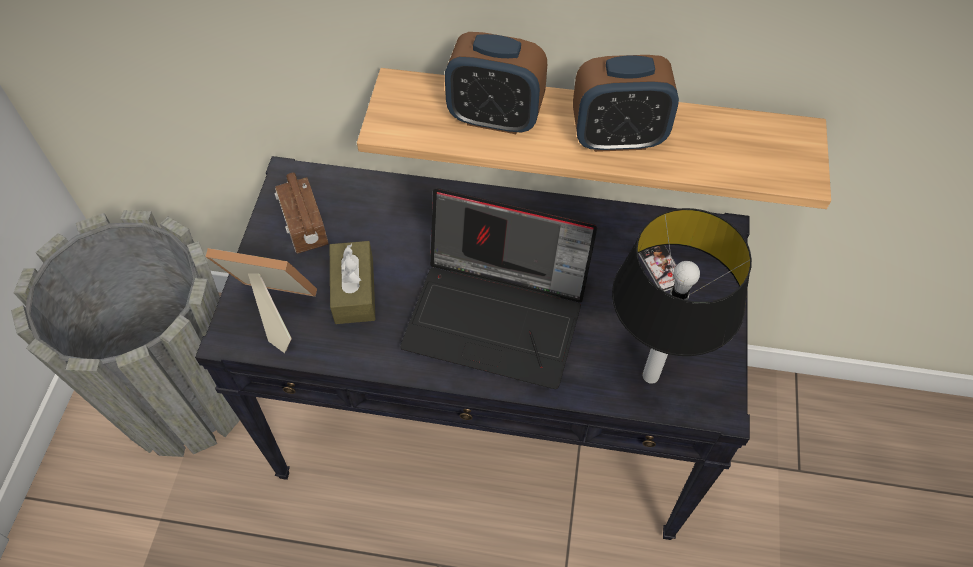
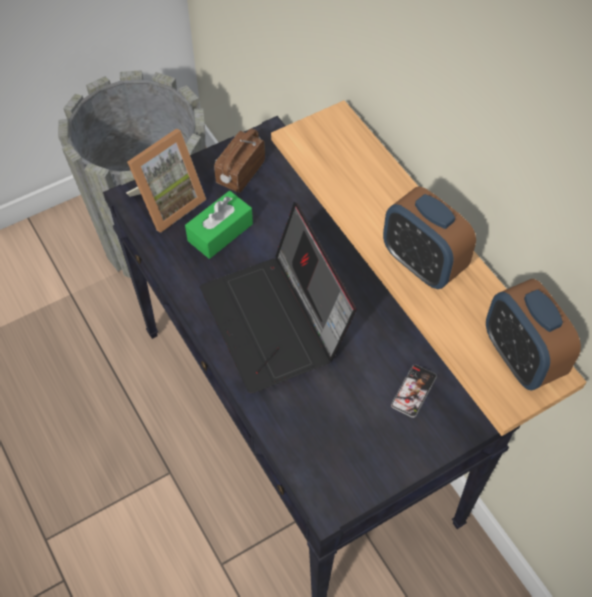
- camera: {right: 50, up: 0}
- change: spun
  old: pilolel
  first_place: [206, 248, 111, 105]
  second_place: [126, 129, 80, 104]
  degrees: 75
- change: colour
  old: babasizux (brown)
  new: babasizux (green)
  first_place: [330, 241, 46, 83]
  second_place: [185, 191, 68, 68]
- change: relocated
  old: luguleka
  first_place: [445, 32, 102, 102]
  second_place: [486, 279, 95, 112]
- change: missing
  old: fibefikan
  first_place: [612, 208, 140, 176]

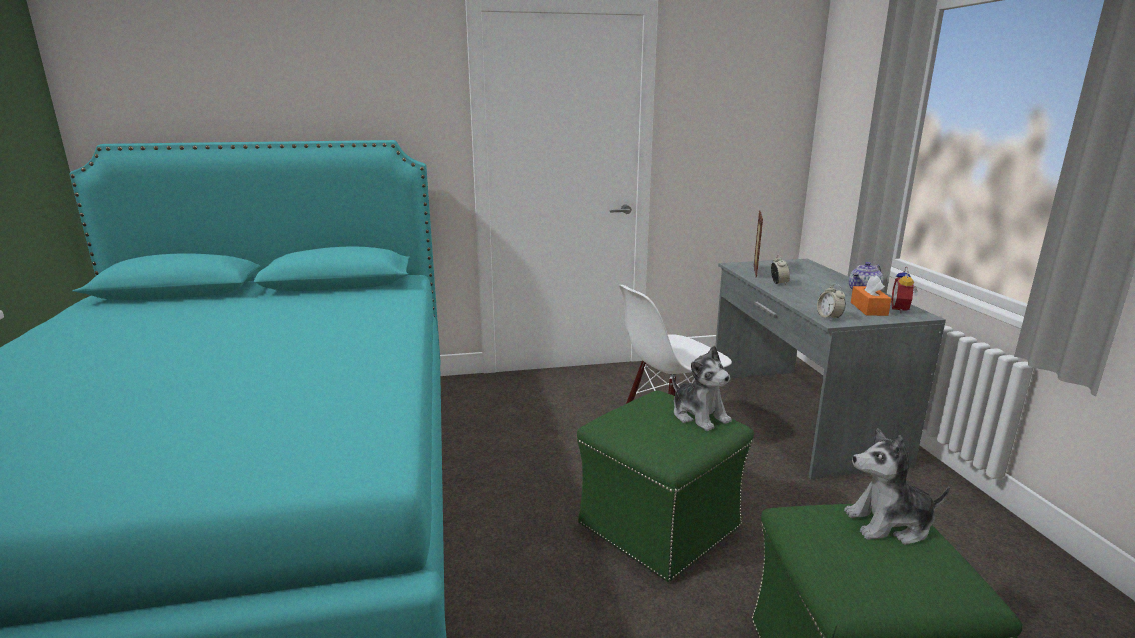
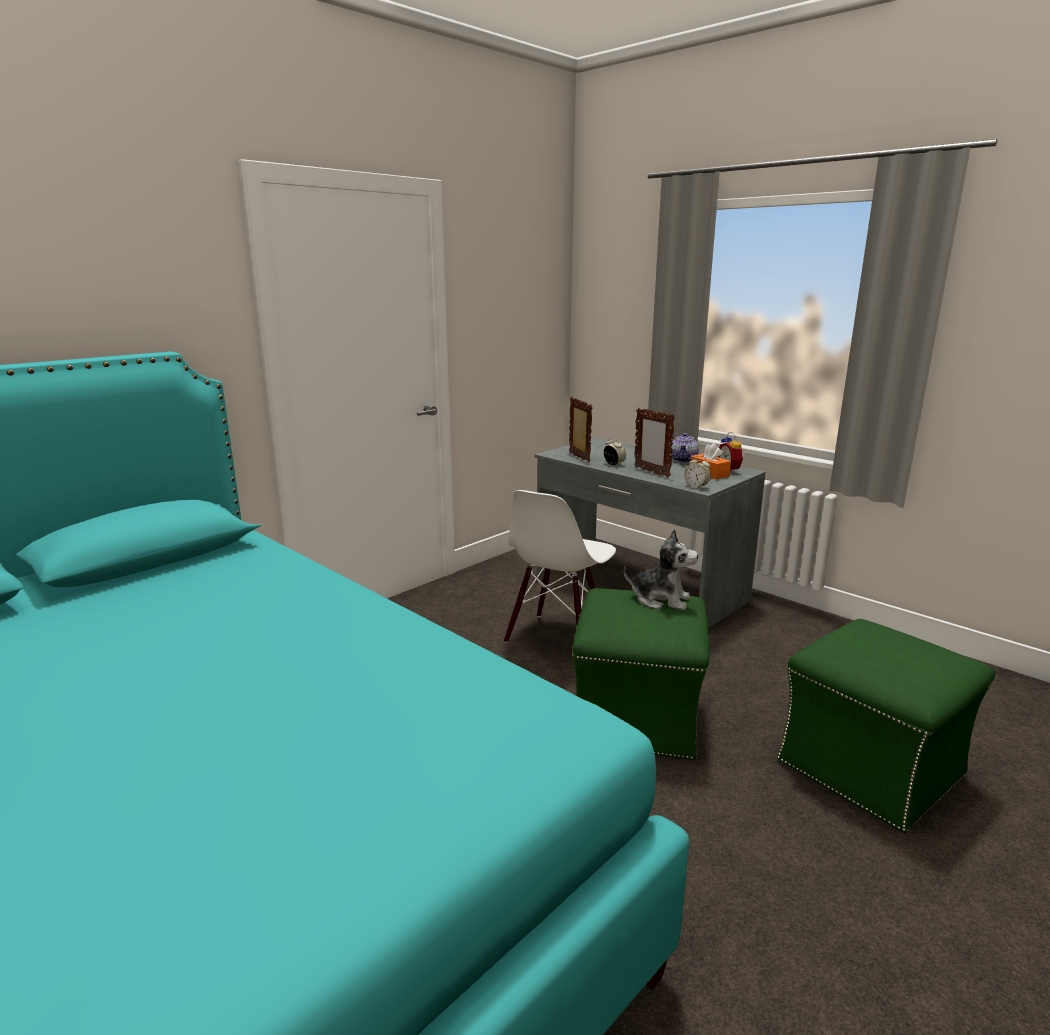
- camera: {right: -35, up: 0}
- change: missing
  old: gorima
  first_place: [844, 429, 106, 116]
- change: appeared
  new: pilolel
  second_place: [634, 408, 41, 69]

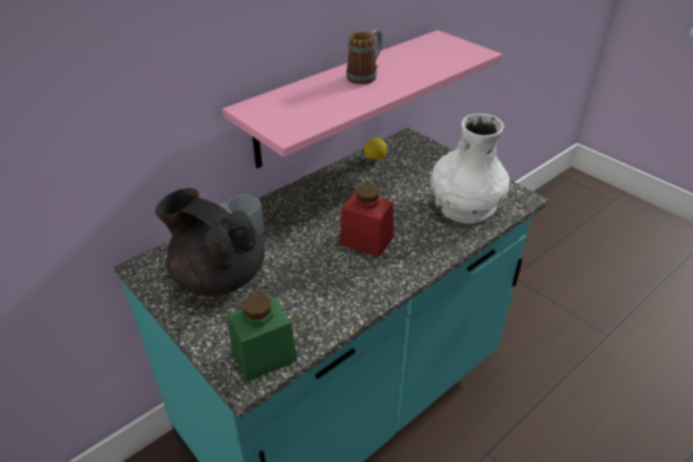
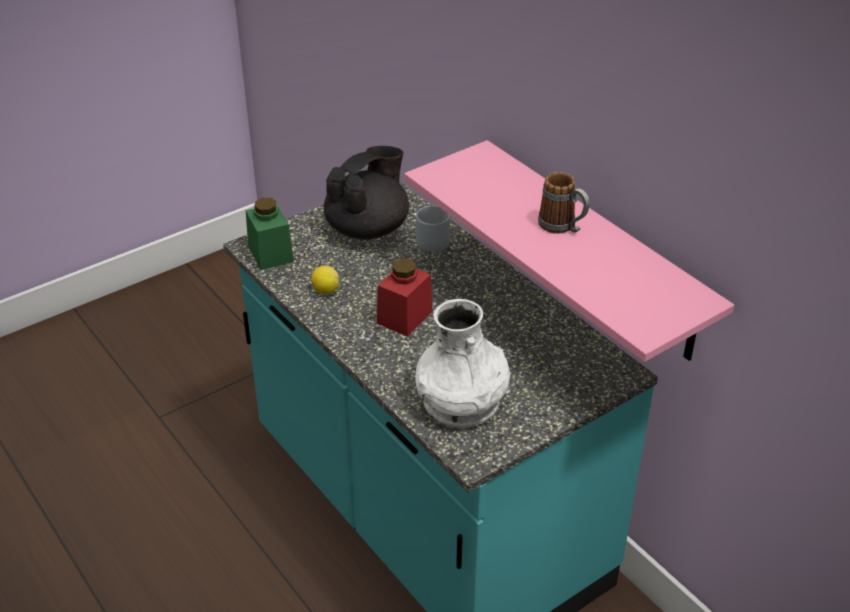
- camera: {right: 95, up: 0}
- change: relocated
  old: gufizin
  first_place: [364, 138, 23, 22]
  second_place: [311, 265, 28, 29]

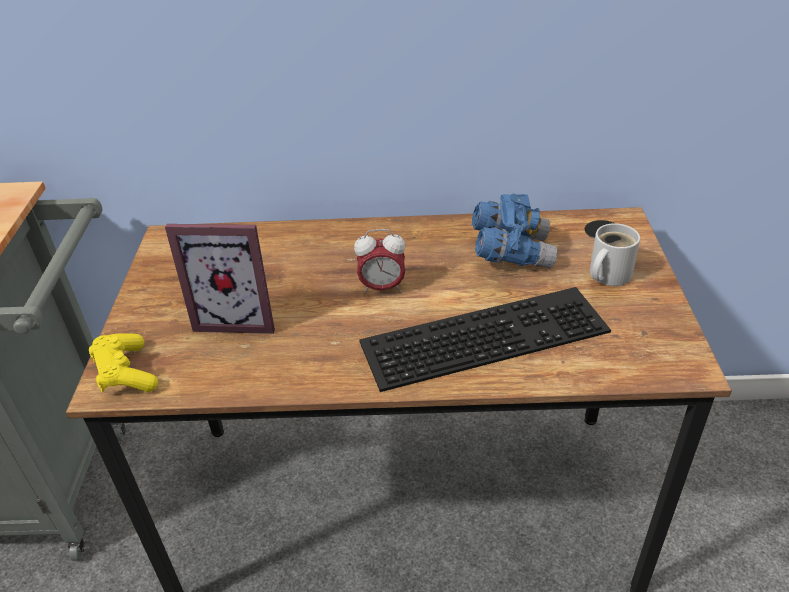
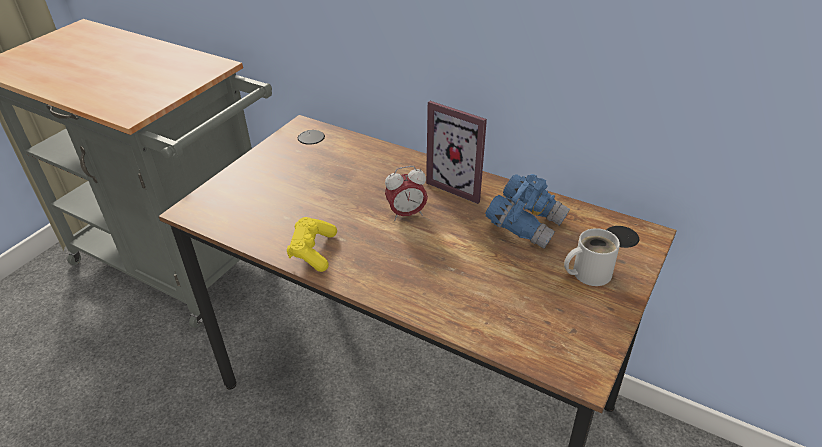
- camera: {right: 30, up: 0}
- change: relocated
  old: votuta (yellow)
  first_place: [89, 333, 69, 59]
  second_place: [287, 217, 50, 55]
- change: relocated
  old: pilolel
  first_place: [165, 224, 110, 110]
  second_place: [426, 101, 61, 103]
- change: spun
  old: luguleka
  first_place: [354, 229, 51, 65]
  second_place: [385, 166, 43, 55]
  degrees: -45
- change: missing
  old: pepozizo
  first_place: [359, 287, 252, 105]

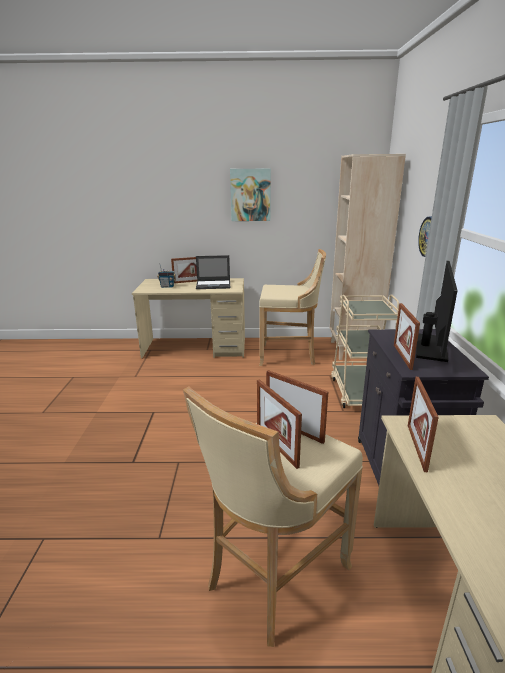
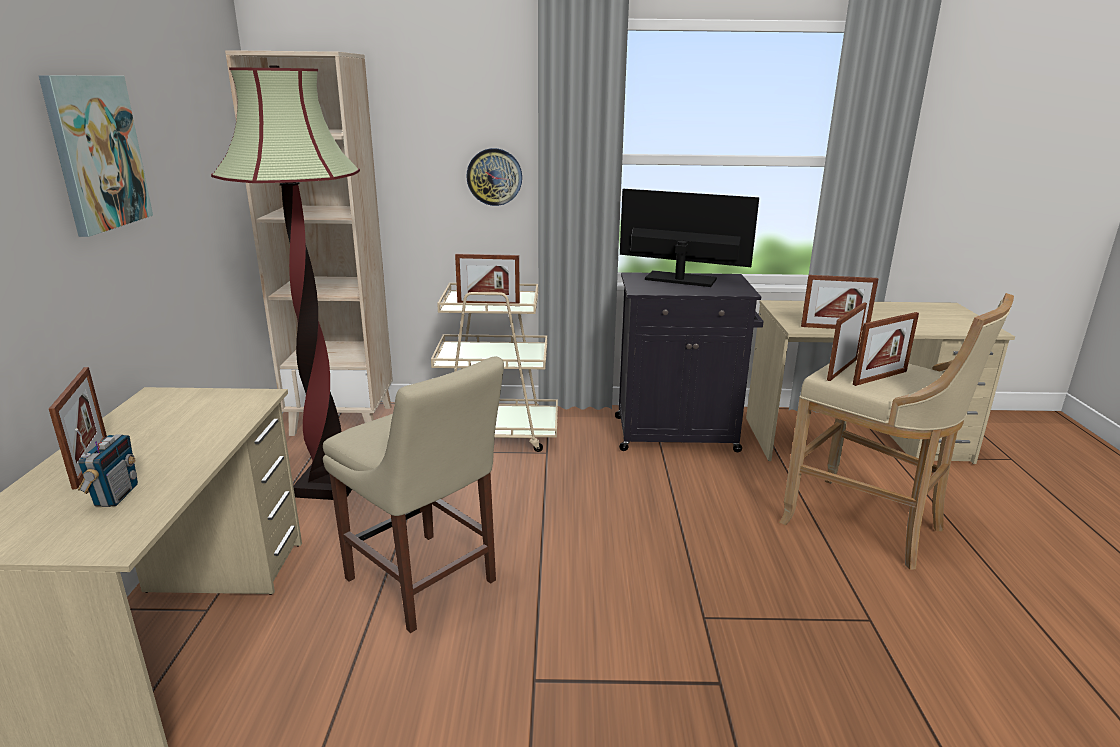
- camera: {right: -90, up: 0}
- change: missing
  old: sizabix
  first_place: [196, 255, 34, 34]
- change: exchanged
  old: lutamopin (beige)
  new: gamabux
  first_place: [259, 249, 67, 117]
  second_place: [211, 66, 149, 434]
- change: relocated
  old: pilolel
  first_place: [394, 303, 26, 67]
  second_place: [455, 254, 65, 50]
- change: appeared
  new: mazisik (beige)
  second_place: [323, 356, 181, 277]

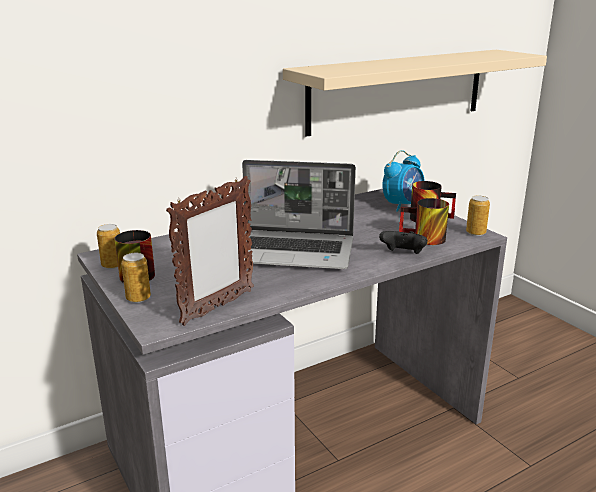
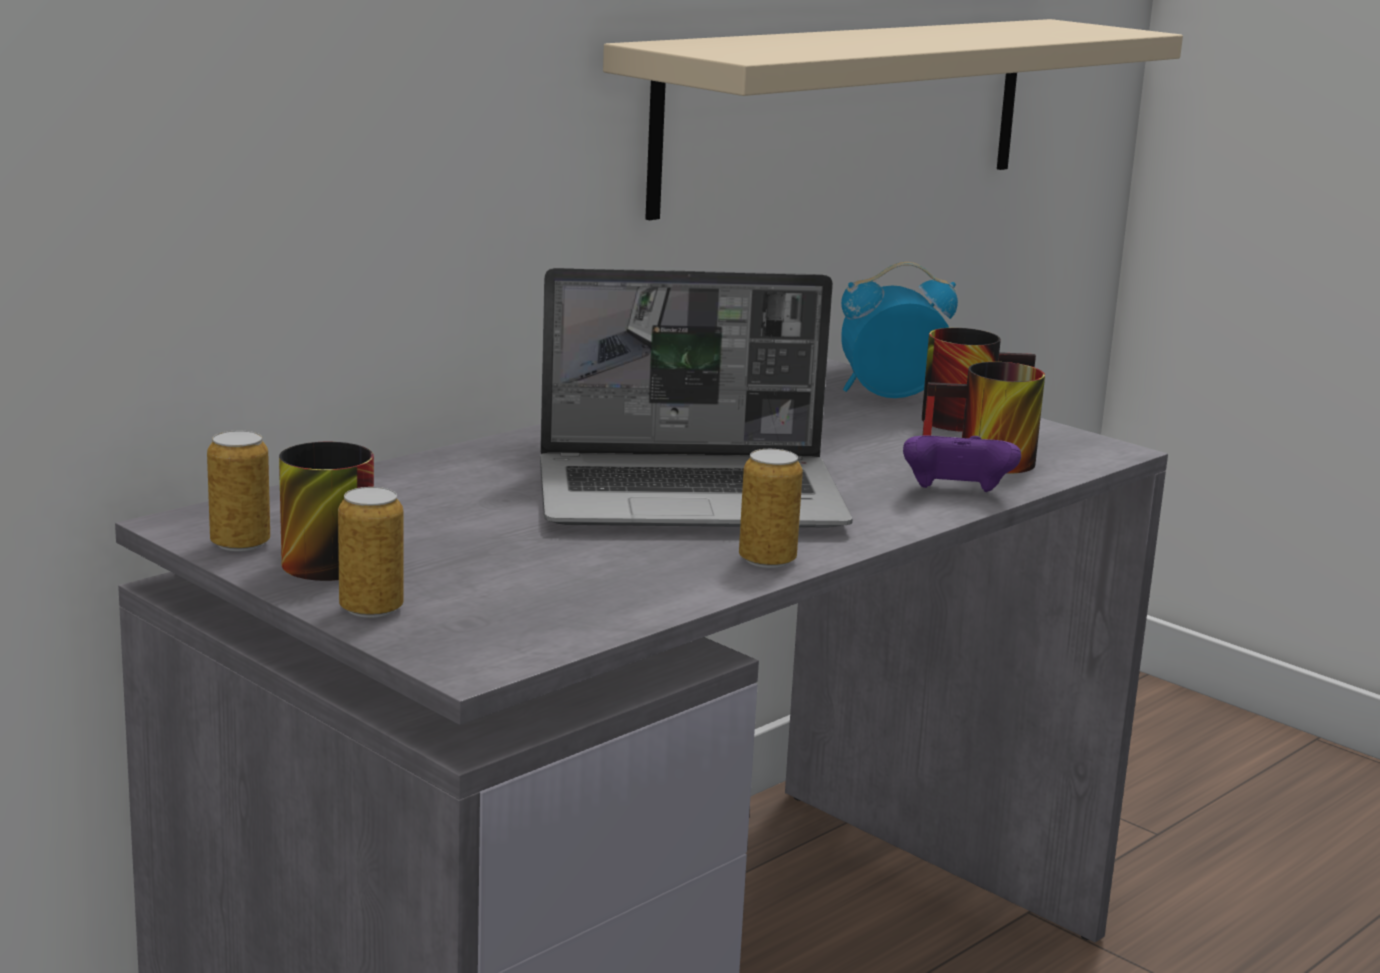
- camera: {right: -15, up: -5}
- change: missing
  old: pilolel
  first_place: [166, 176, 88, 150]
- change: colour
  old: votuta (black)
  new: votuta (purple)
  first_place: [379, 231, 49, 23]
  second_place: [903, 436, 118, 56]
- change: spun
  old: luguleka
  first_place: [383, 150, 42, 62]
  second_place: [841, 262, 117, 136]
  degrees: -135
- change: relocated
  old: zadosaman
  first_place: [466, 196, 24, 40]
  second_place: [739, 449, 64, 119]

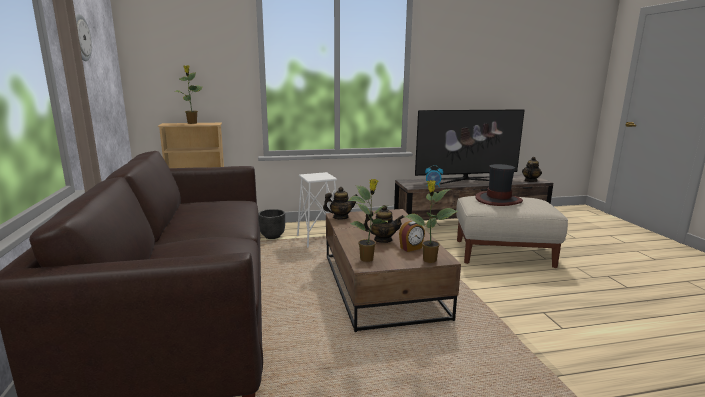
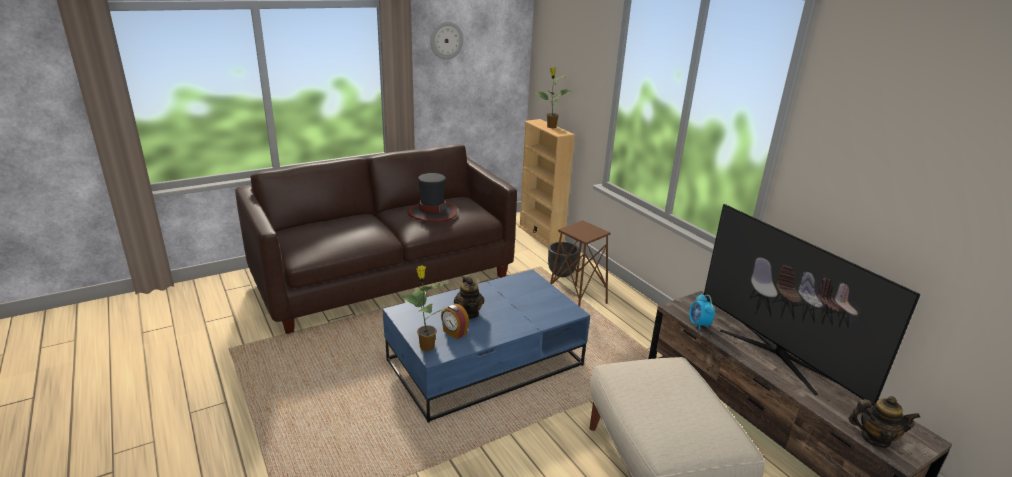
- camera: {right: 70, up: 10}
- change: colour
  old: lutamopin (white)
  new: lutamopin (brown)
  first_place: [297, 172, 40, 76]
  second_place: [550, 220, 61, 87]
- change: missing
  old: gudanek
  first_place: [323, 187, 35, 33]
- change: colour
  old: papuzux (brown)
  new: papuzux (blue)
  first_place: [326, 209, 135, 123]
  second_place: [383, 269, 207, 154]
- change: missing
  old: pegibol
  first_place: [348, 179, 40, 83]
- change: relocated
  old: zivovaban
  first_place: [475, 164, 48, 42]
  second_place: [407, 173, 50, 50]

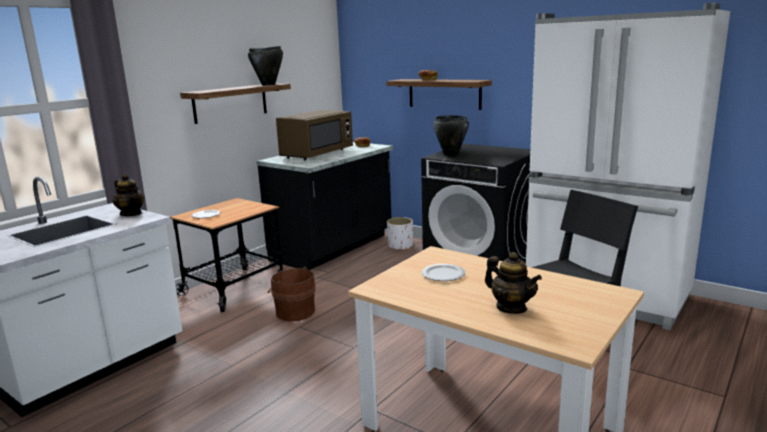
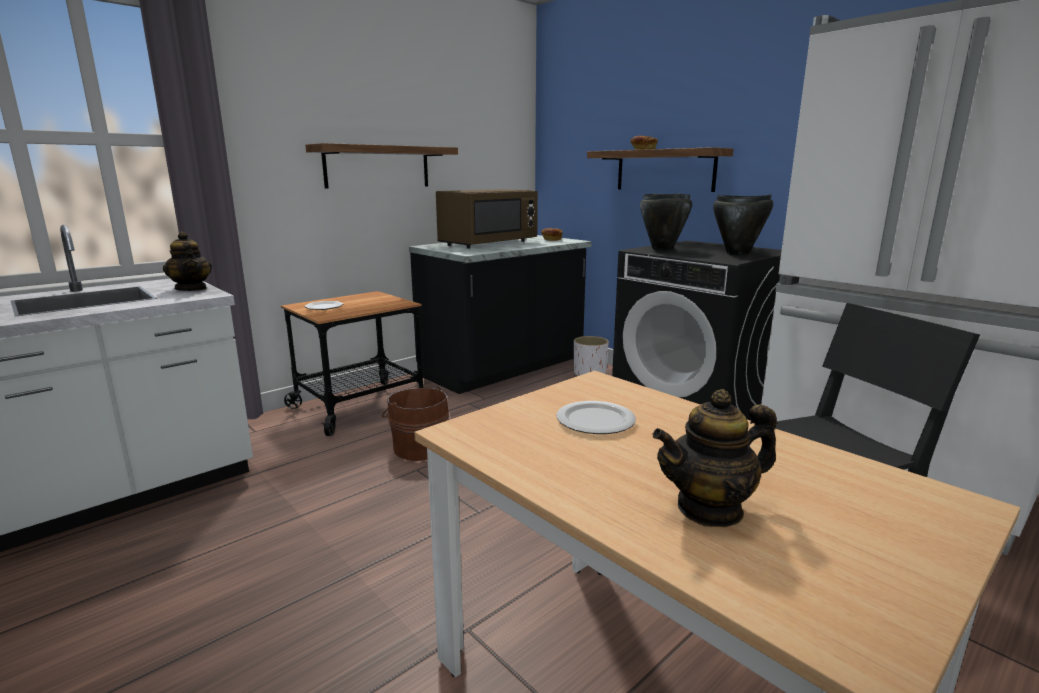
- camera: {right: 10, up: 0}
- change: relocated
  old: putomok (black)
  first_place: [248, 46, 35, 39]
  second_place: [713, 194, 60, 62]
- change: spun
  old: gudanek
  first_place: [485, 252, 57, 62]
  second_place: [653, 389, 124, 138]
  degrees: 105

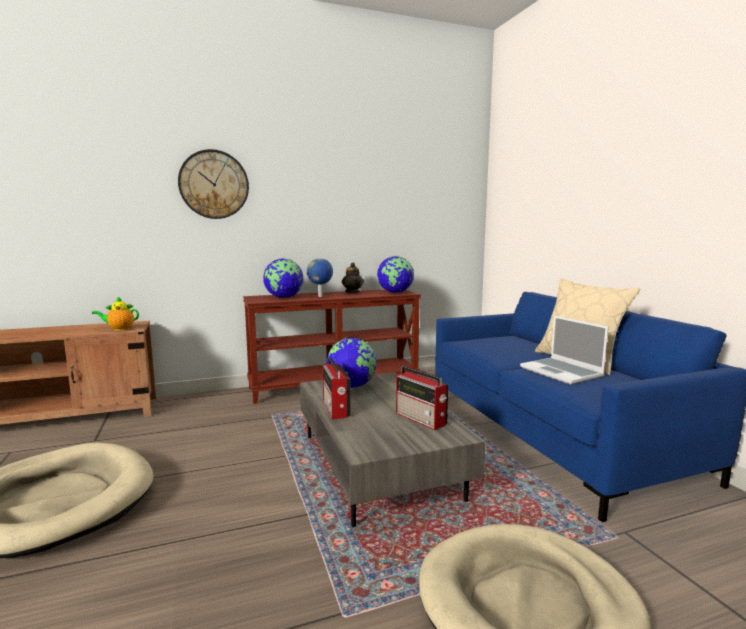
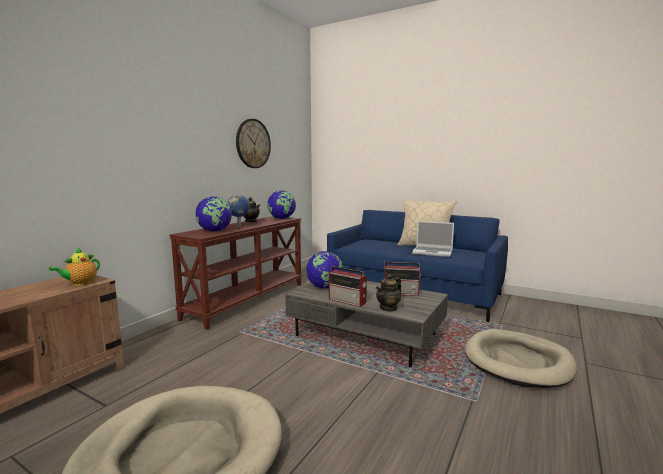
- camera: {right: -40, up: 0}
- change: relocated
  old: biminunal
  first_place: [178, 149, 71, 70]
  second_place: [236, 119, 35, 49]
- change: appeared
  new: gudanek
  second_place: [376, 274, 25, 38]

